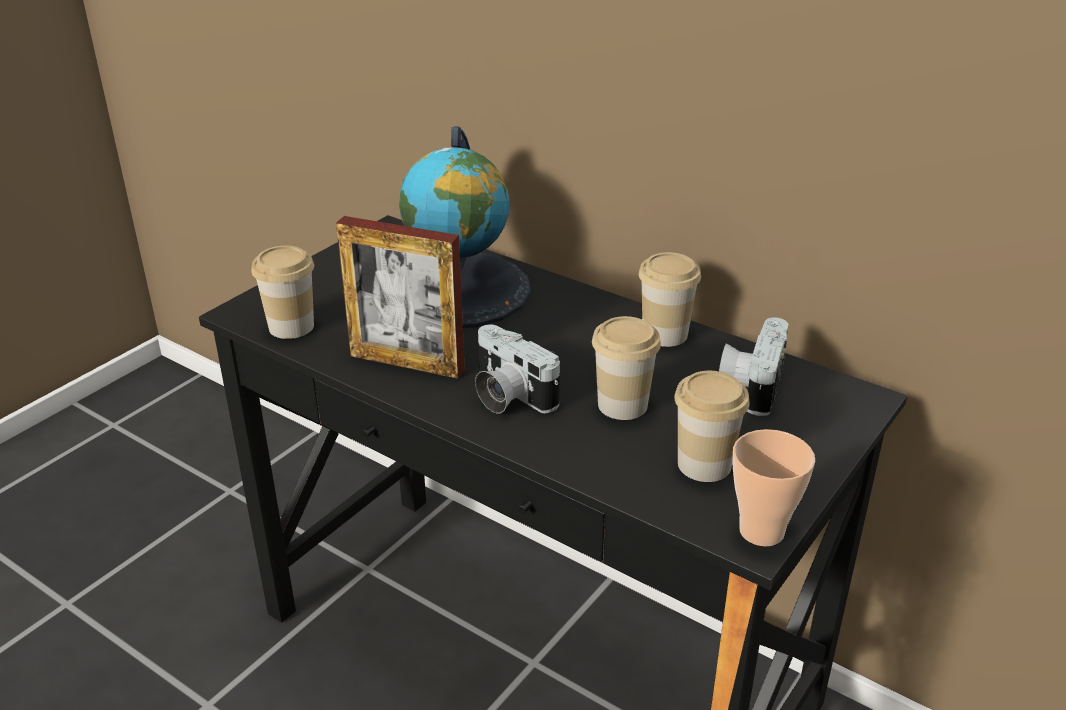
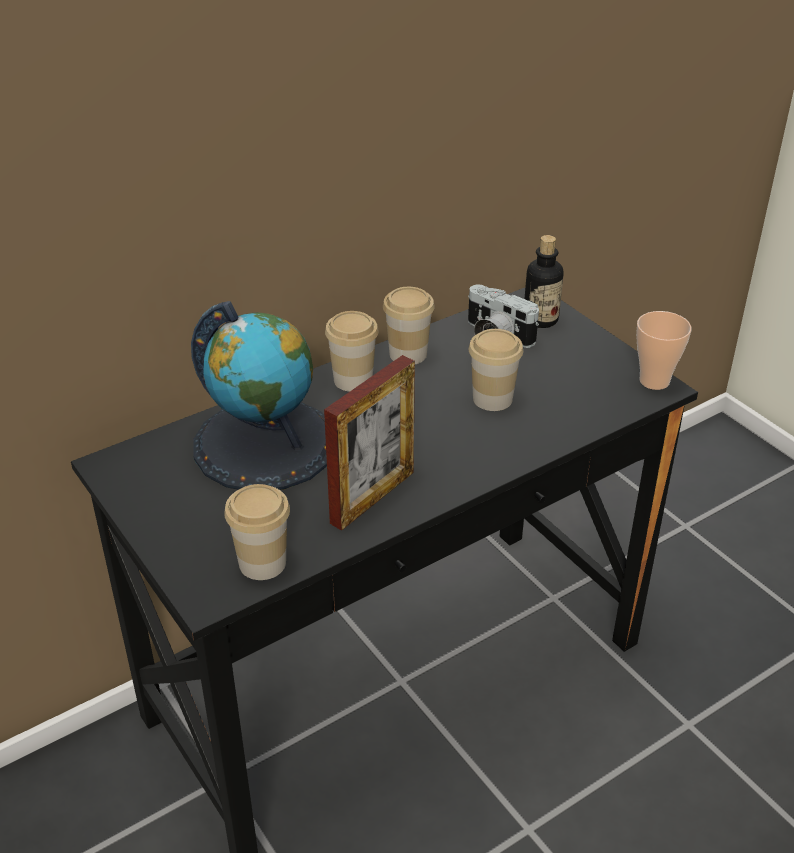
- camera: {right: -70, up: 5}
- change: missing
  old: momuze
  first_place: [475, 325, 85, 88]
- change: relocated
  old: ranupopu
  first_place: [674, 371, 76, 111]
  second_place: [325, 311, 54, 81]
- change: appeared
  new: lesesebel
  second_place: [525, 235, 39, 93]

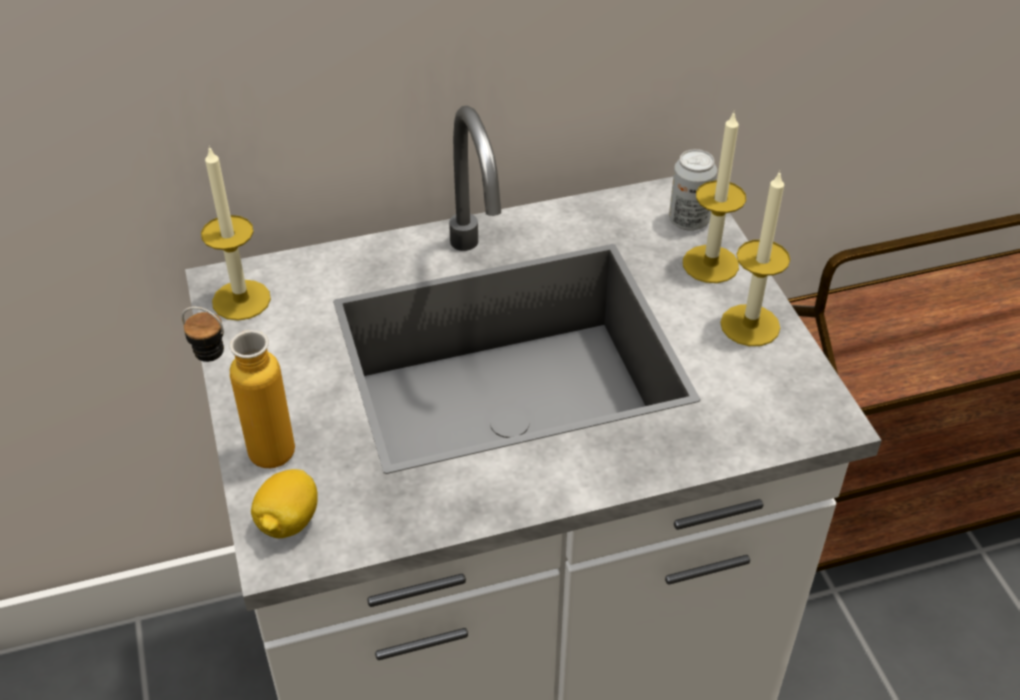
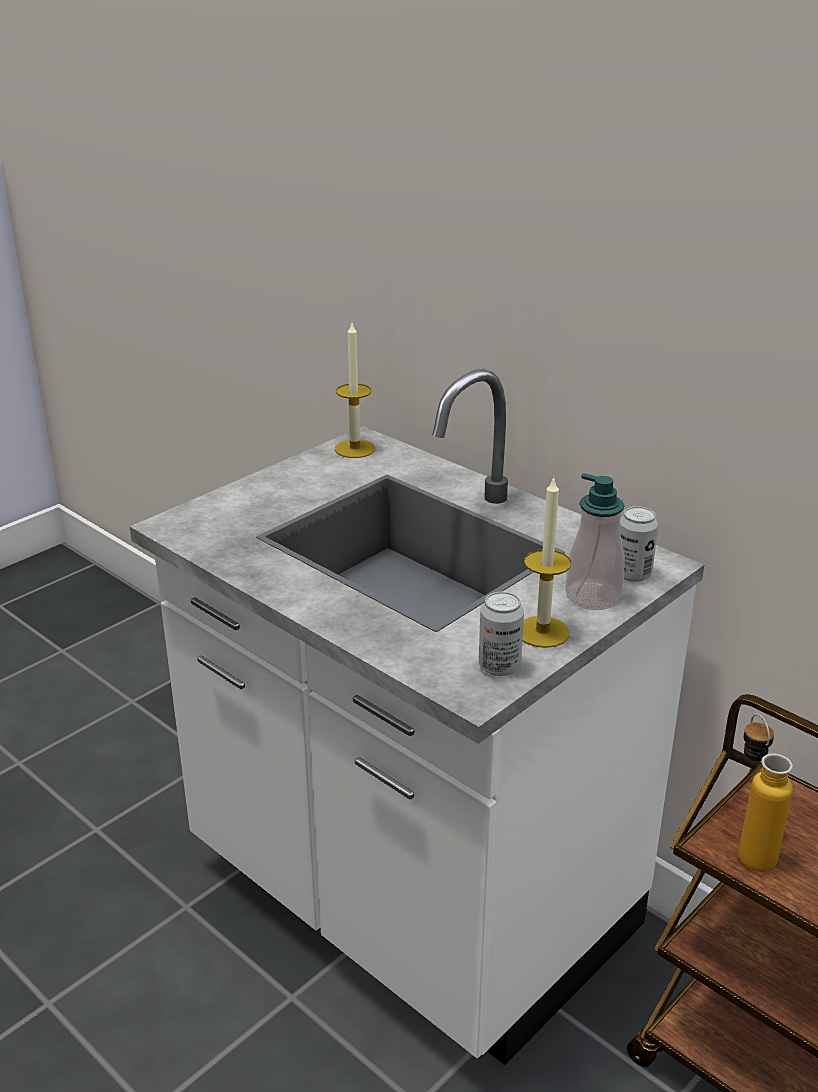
- camera: {right: 60, up: -15}
- change: relocated
  old: lesesebel
  first_place: [181, 307, 114, 161]
  second_place: [738, 714, 55, 158]
- change: missing
  old: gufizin
  first_place: [251, 469, 67, 69]
- change: exchanged
  old: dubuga
  new: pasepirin
  first_place: [683, 110, 63, 173]
  second_place: [565, 473, 60, 137]
- change: appeared
  new: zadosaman
  second_place: [479, 592, 45, 84]

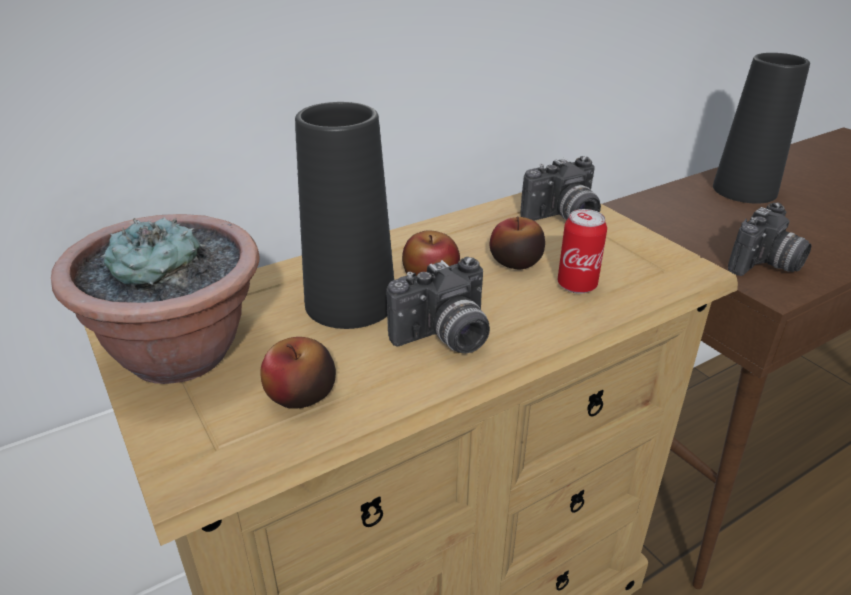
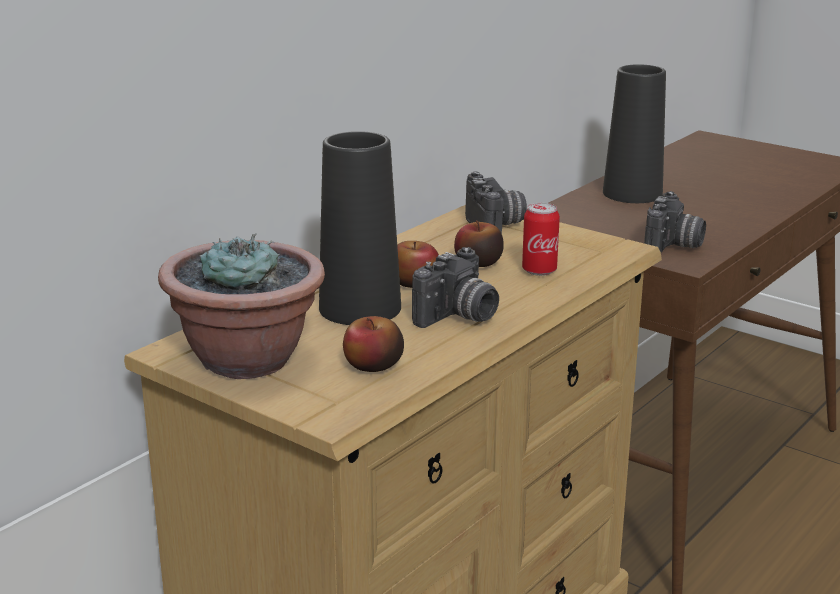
- camera: {right: -20, up: -10}
- change: spun
  old: momuze
  first_place: [520, 156, 81, 65]
  second_place: [465, 172, 62, 62]
  degrees: -60

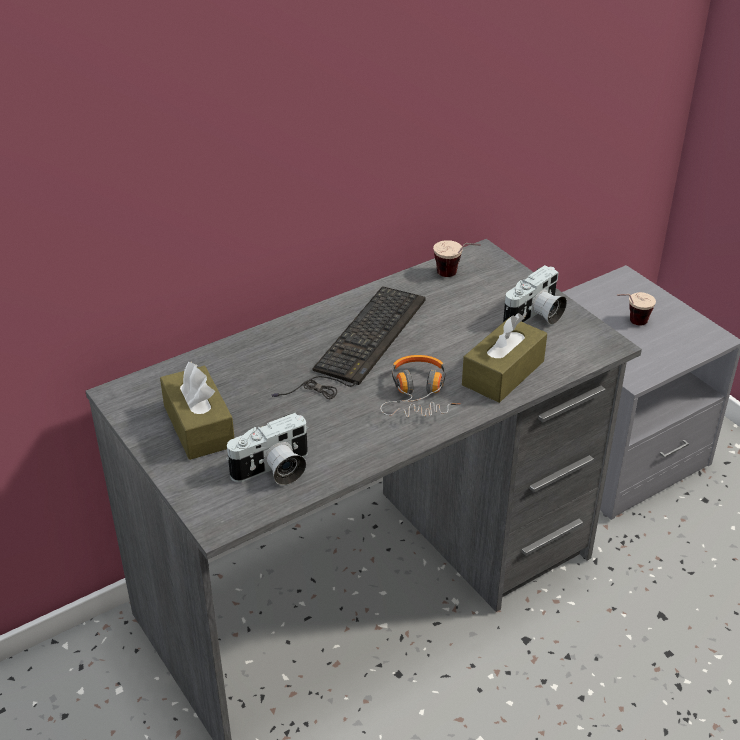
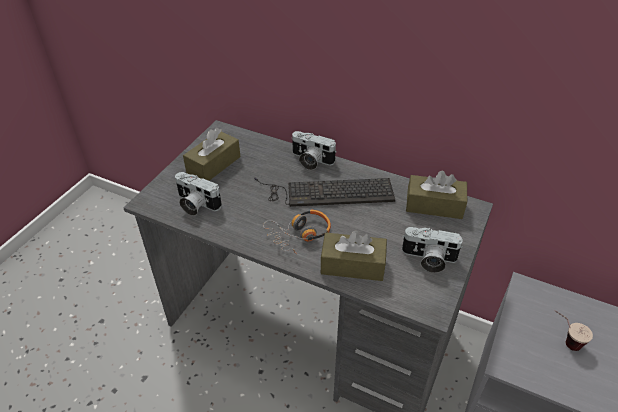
- camera: {right: 60, up: 5}
- change: exchanged
  old: ranupopu
  new: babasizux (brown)
  first_place: [433, 240, 48, 37]
  second_place: [406, 171, 61, 48]
- change: appeared
  new: momuze
  second_place: [291, 131, 46, 39]

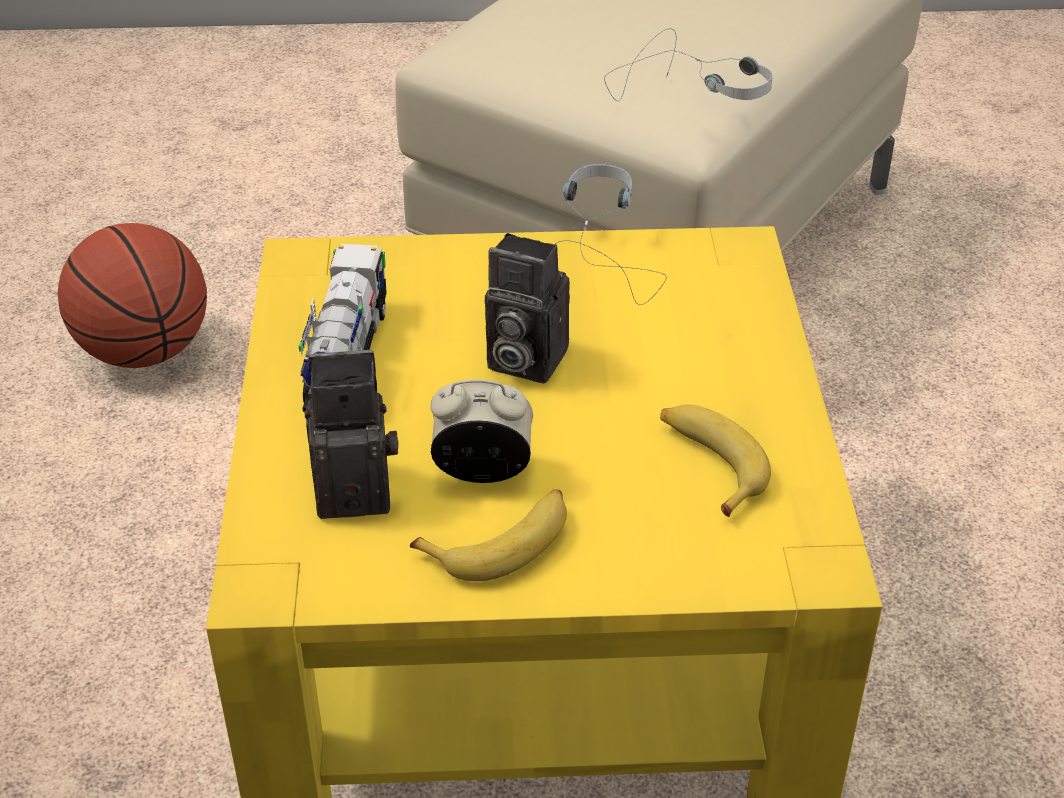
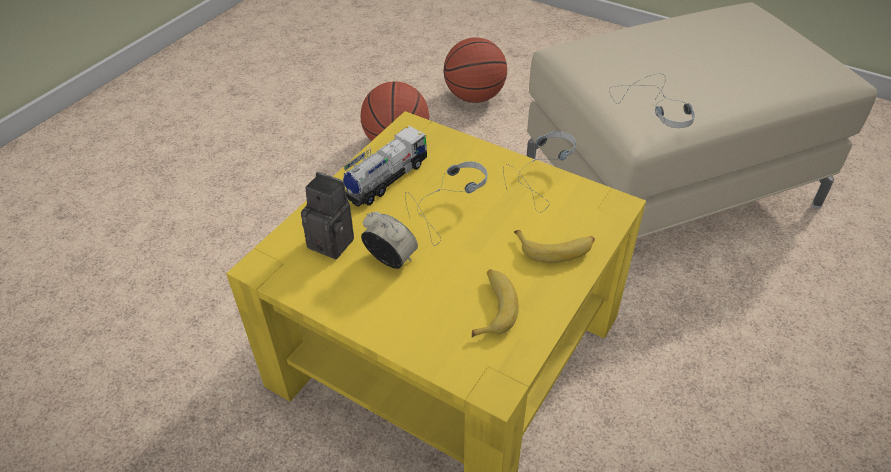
- camera: {right: 35, up: 5}
- change: relocated
  old: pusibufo
  first_place: [410, 489, 157, 92]
  second_place: [514, 230, 81, 33]
- change: exchanged
  old: momuze
  new: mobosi
  first_place: [485, 233, 85, 151]
  second_place: [405, 161, 82, 85]
- change: appeared
  new: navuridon
  second_place: [443, 37, 64, 66]

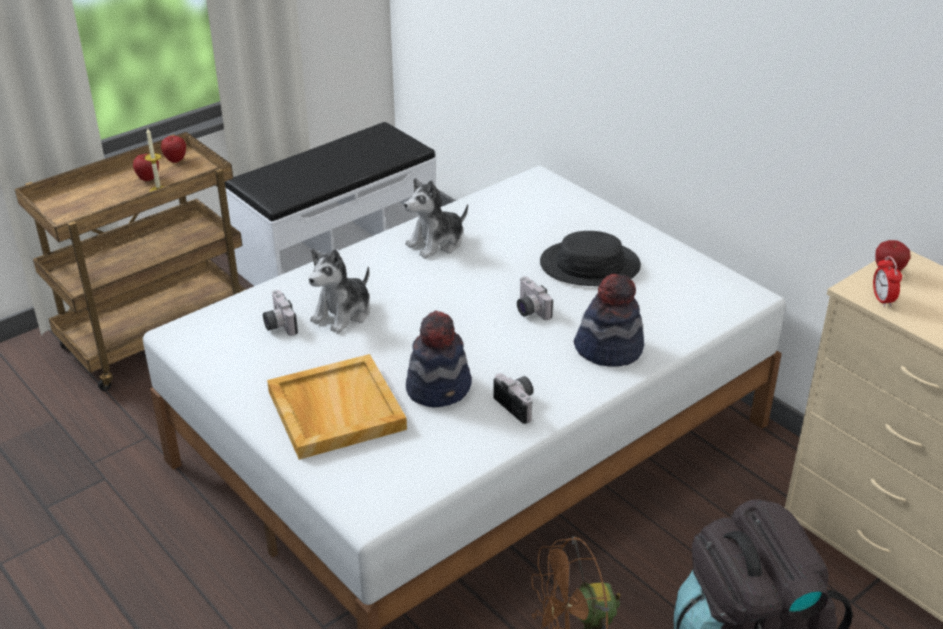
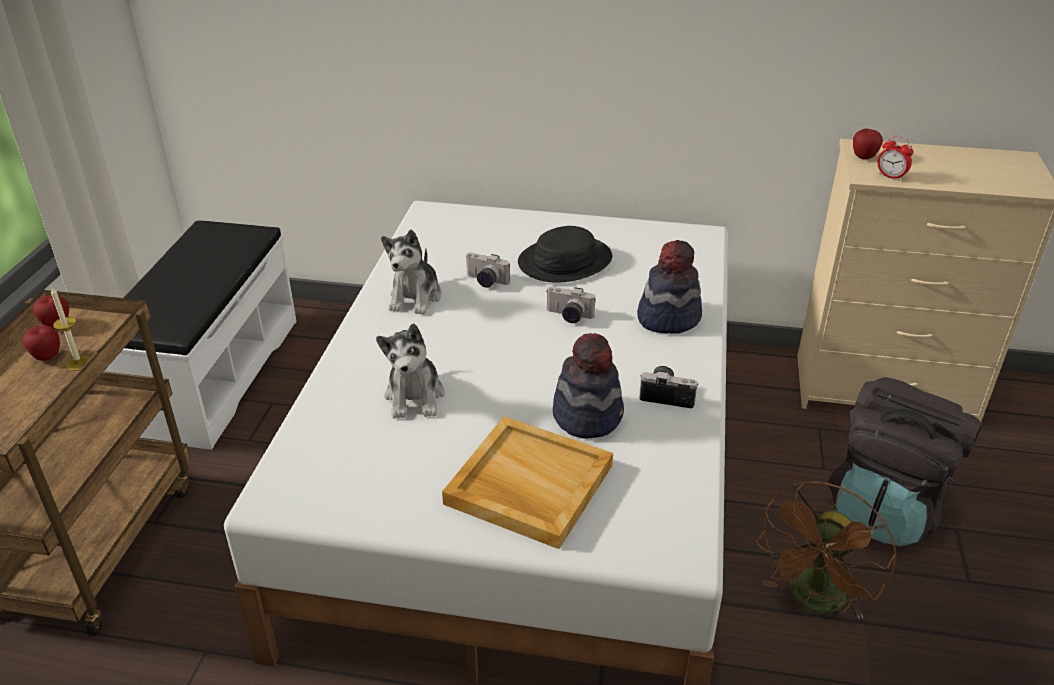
- camera: {right: -40, up: 0}
- change: relocated
  old: momuze
  first_place: [263, 290, 35, 46]
  second_place: [465, 253, 45, 35]

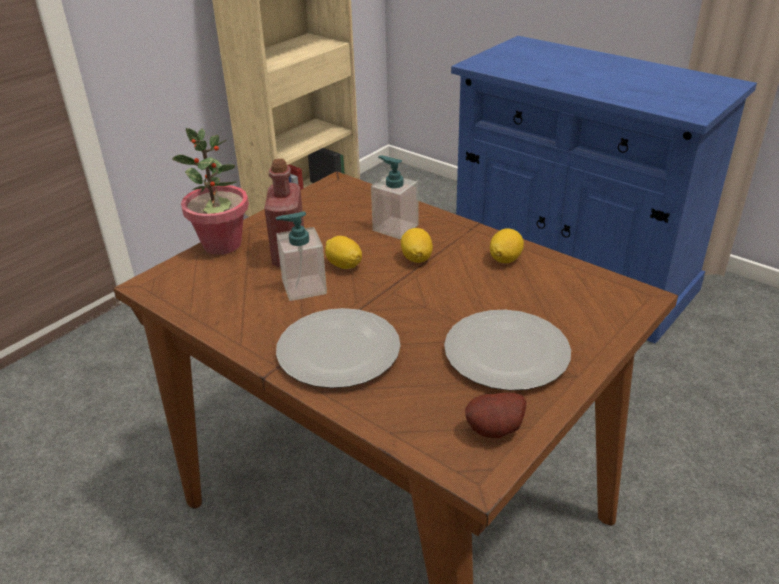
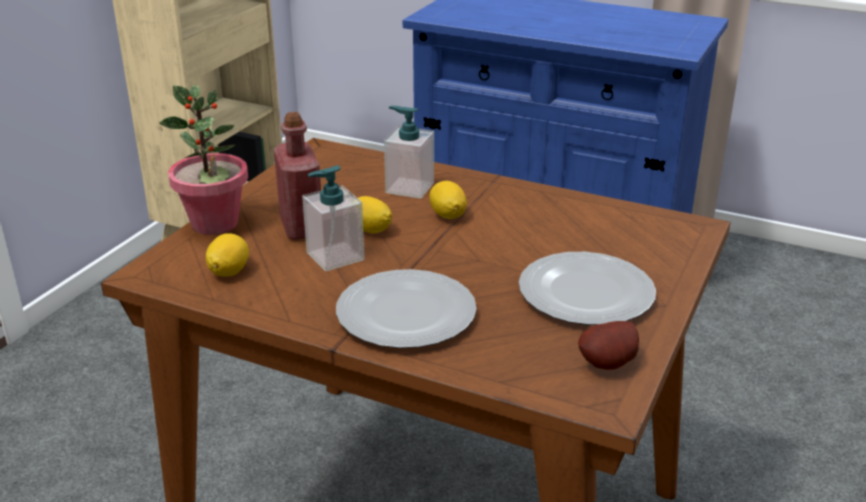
- camera: {right: -15, up: -5}
- change: relocated
  old: gufizin
  first_place: [490, 228, 34, 35]
  second_place: [206, 233, 43, 44]

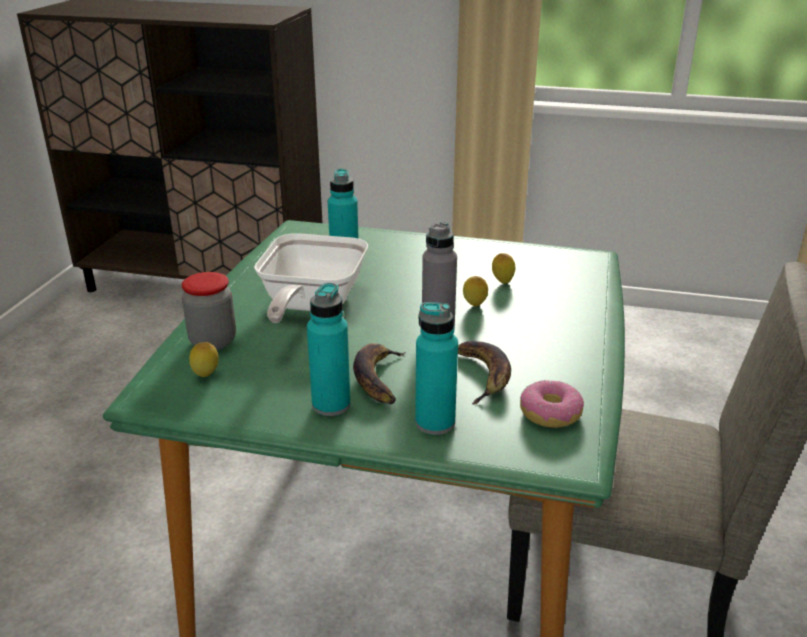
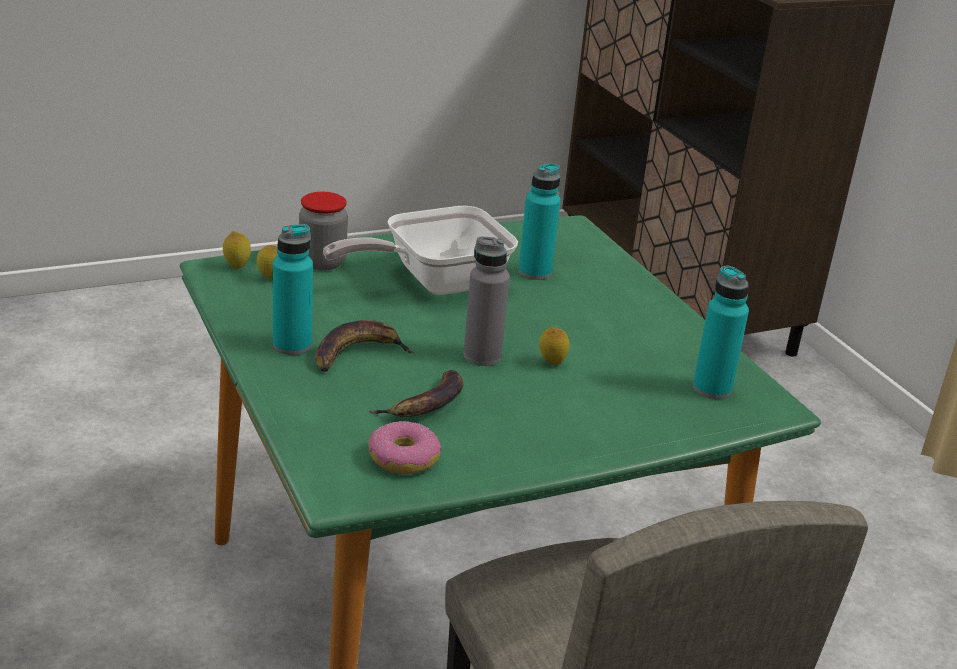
- camera: {right: 50, up: 0}
- change: relocated
  old: lesesebel (turquoise)
  first_place: [415, 302, 43, 133]
  second_place: [693, 266, 56, 133]
- change: relocated
  old: gufizin
  first_place: [492, 253, 23, 31]
  second_place: [223, 231, 28, 38]

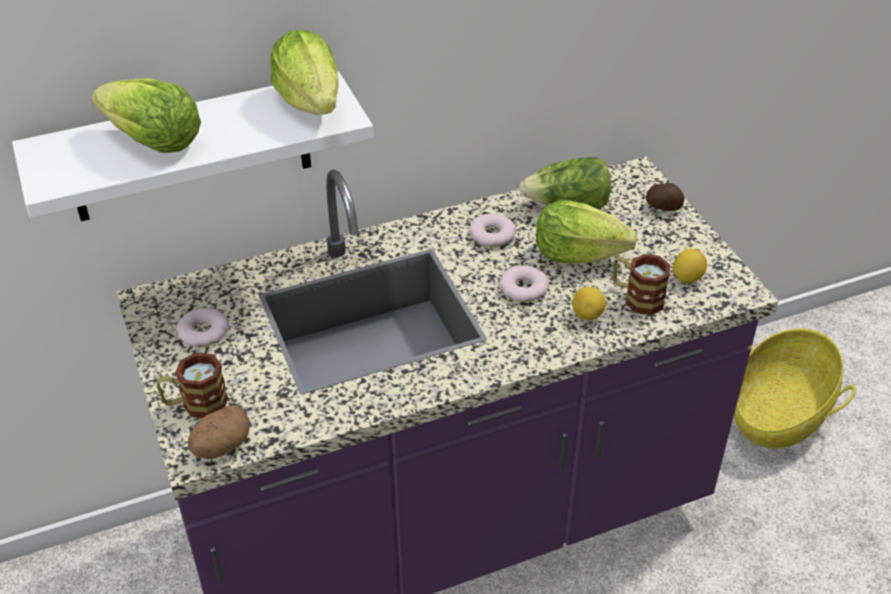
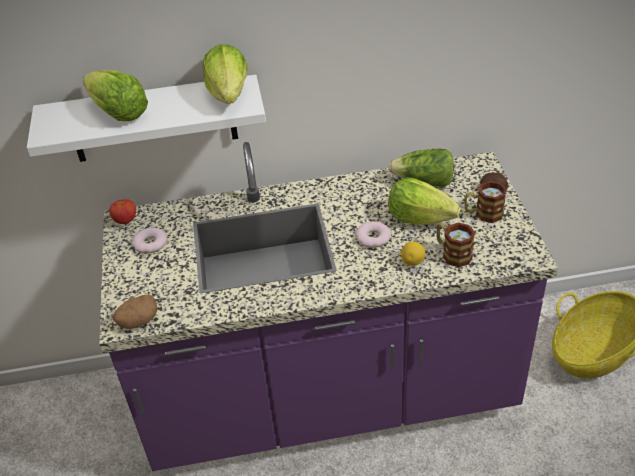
- camera: {right: 15, up: 0}
- change: relocated
  old: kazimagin
  first_place: [156, 353, 72, 65]
  second_place: [465, 181, 42, 42]
- change: missing
  old: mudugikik
  first_place: [468, 213, 48, 34]
- change: missing
  old: gufizin
  first_place: [673, 249, 34, 34]
- change: appeared
  new: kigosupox
  second_place: [109, 199, 27, 25]

